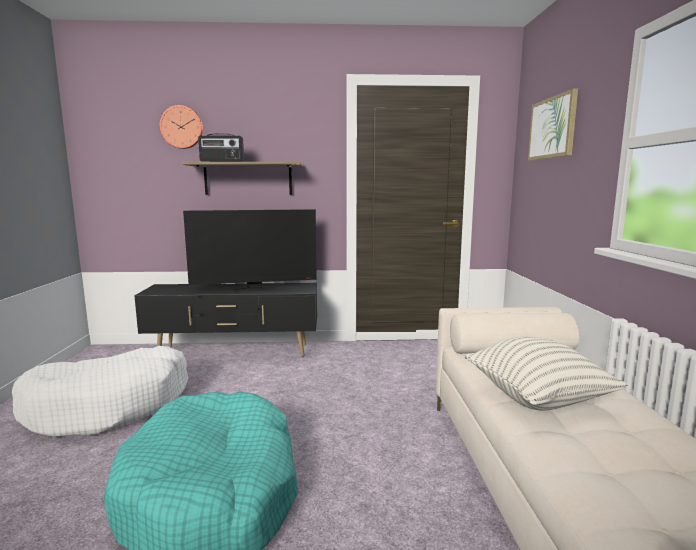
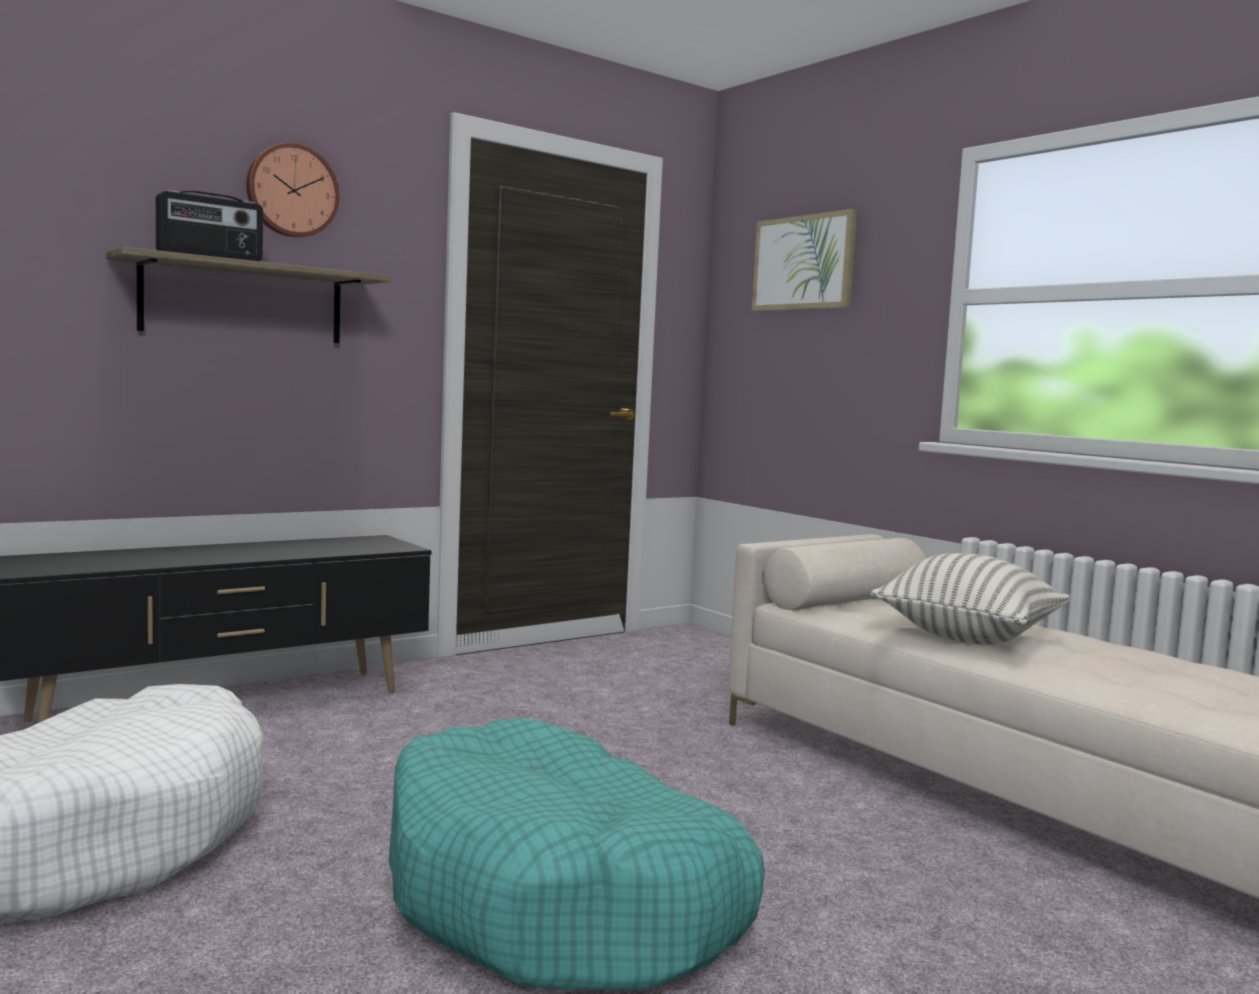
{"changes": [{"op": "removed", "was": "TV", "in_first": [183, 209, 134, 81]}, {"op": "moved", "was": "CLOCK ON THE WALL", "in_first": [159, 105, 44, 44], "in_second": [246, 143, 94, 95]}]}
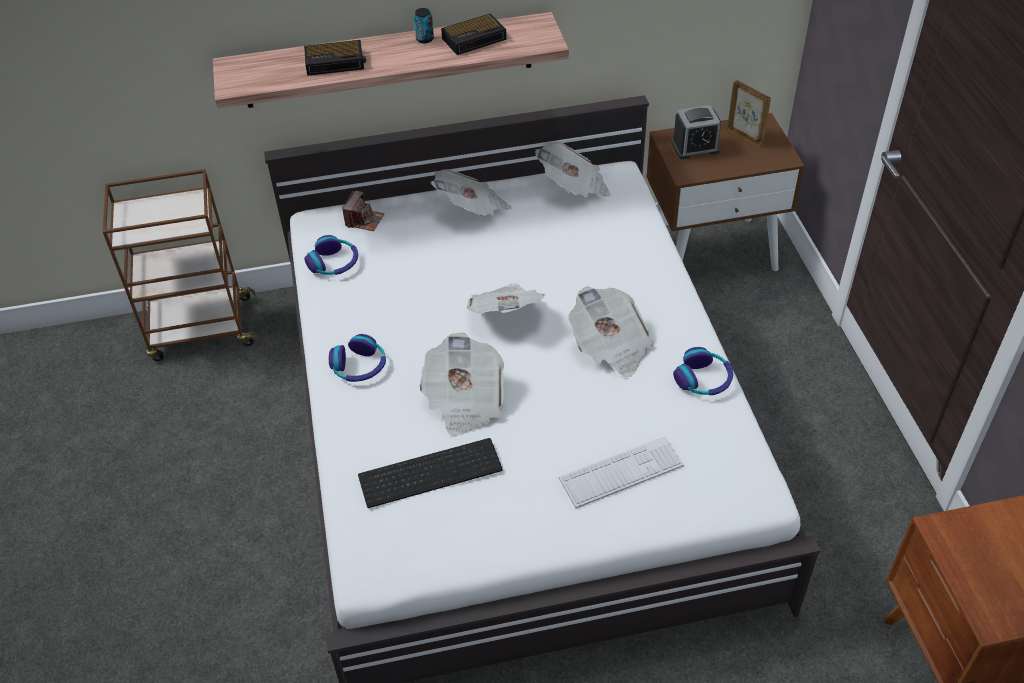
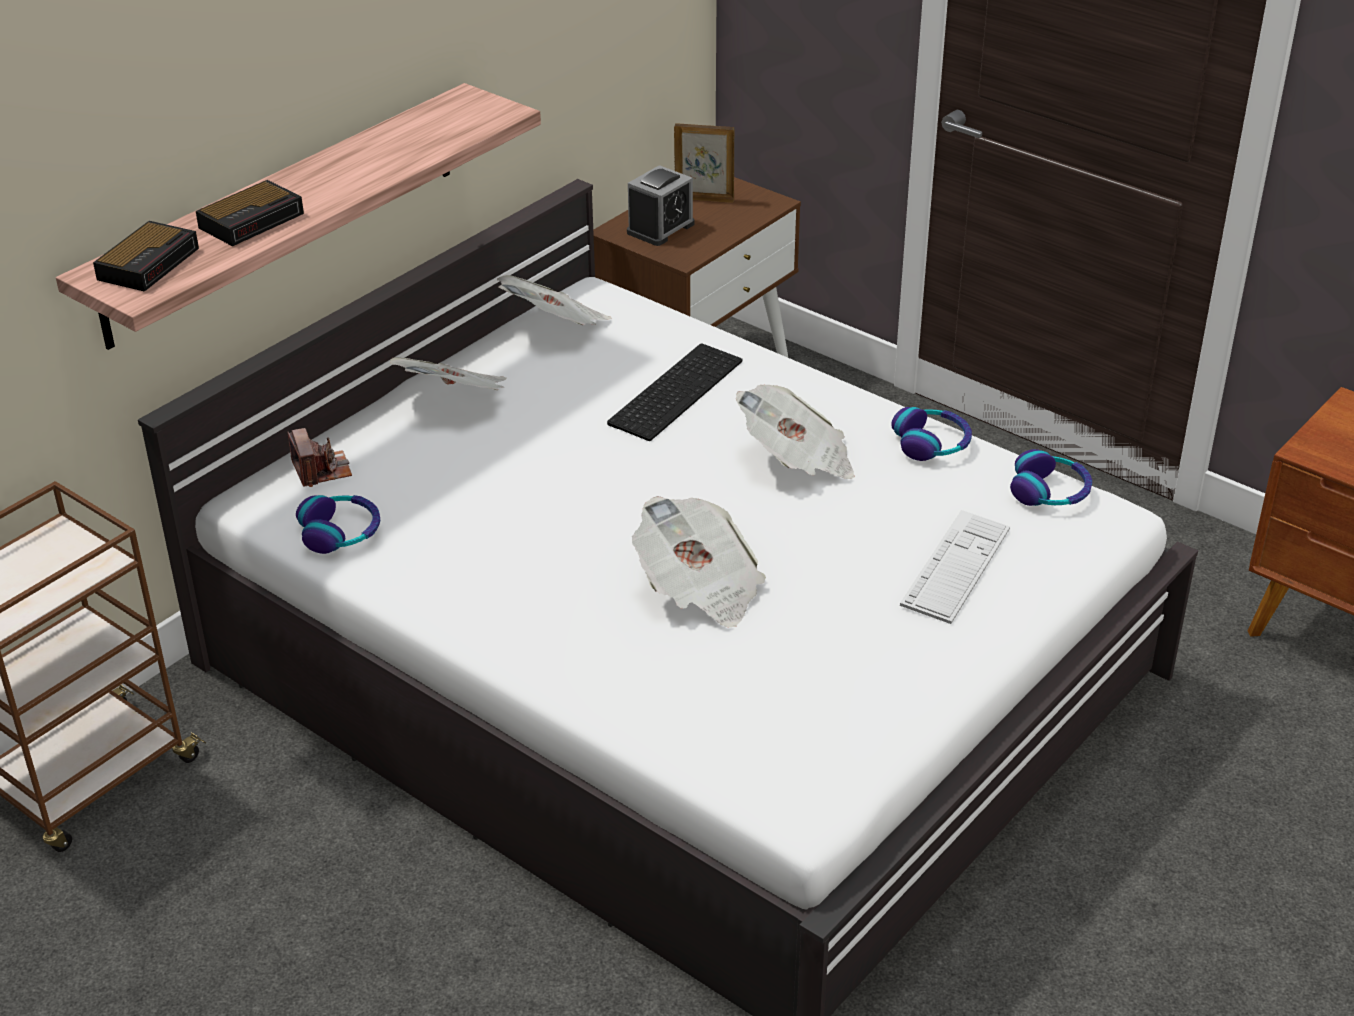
{"changes": [{"op": "removed", "was": "CAN", "in_first": [414, 8, 20, 35]}, {"op": "removed", "was": "NEWSPAPER", "in_first": [467, 284, 78, 29]}, {"op": "moved", "was": "PAIR OF HEADPHONES", "in_first": [329, 334, 57, 48], "in_second": [1010, 449, 82, 57]}, {"op": "moved", "was": "PC KEYBOARD", "in_first": [358, 438, 144, 70], "in_second": [607, 343, 135, 98]}, {"op": "moved", "was": "TABLE CLOCK", "in_first": [441, 13, 66, 42], "in_second": [93, 221, 106, 71]}]}
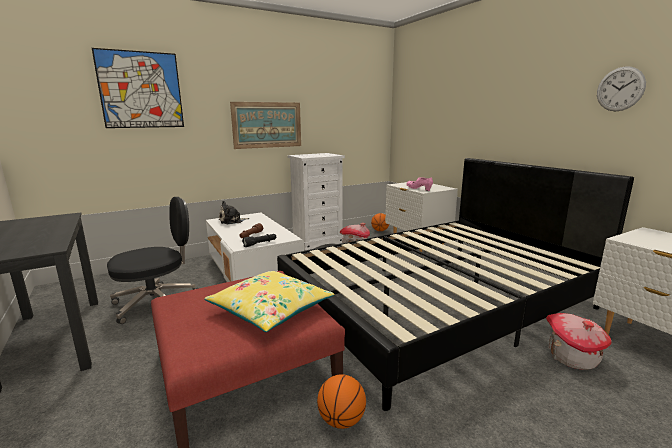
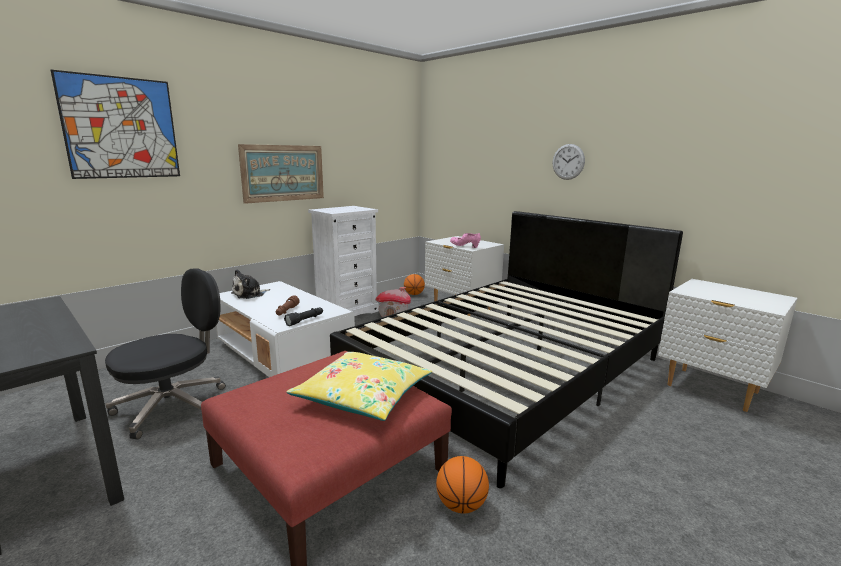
{"changes": [{"op": "removed", "was": "TOY HOUSE", "in_first": [546, 313, 66, 57]}, {"op": "moved", "was": "CLOCK ON THE WALL", "in_first": [597, 67, 49, 44], "in_second": [553, 144, 32, 36]}]}
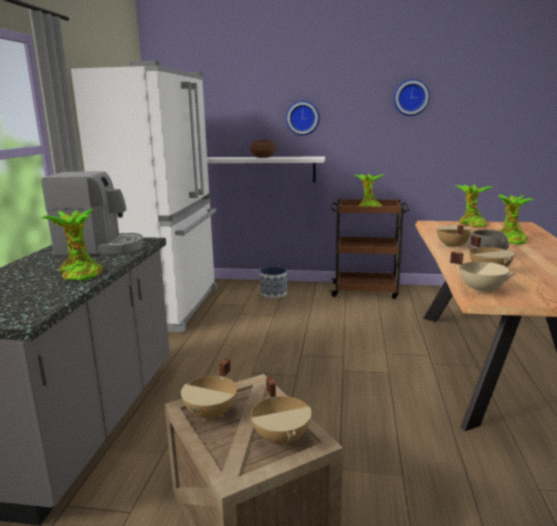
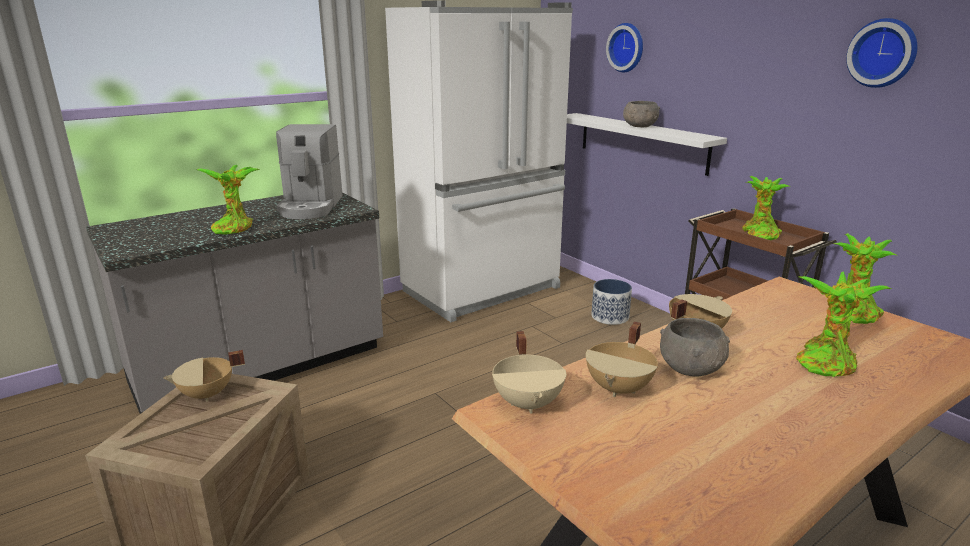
{"changes": [{"op": "removed", "was": "SAND-COLOURED SAUCEPOT", "in_first": [251, 377, 61, 70]}, {"op": "moved", "was": "CLOCK ON THE WALL", "in_first": [286, 101, 34, 34], "in_second": [606, 23, 37, 49]}, {"op": "recoloured", "was": "BROWN-COLOURED DEEP DISH", "now": "GREY DEEP DISH", "in_first": [250, 140, 26, 18], "in_second": [623, 101, 37, 26]}, {"op": "turned", "was": "COFFEE MACHINE", "in_first": [41, 171, 102, 85], "in_second": [276, 124, 67, 95], "clockwise": 45}]}
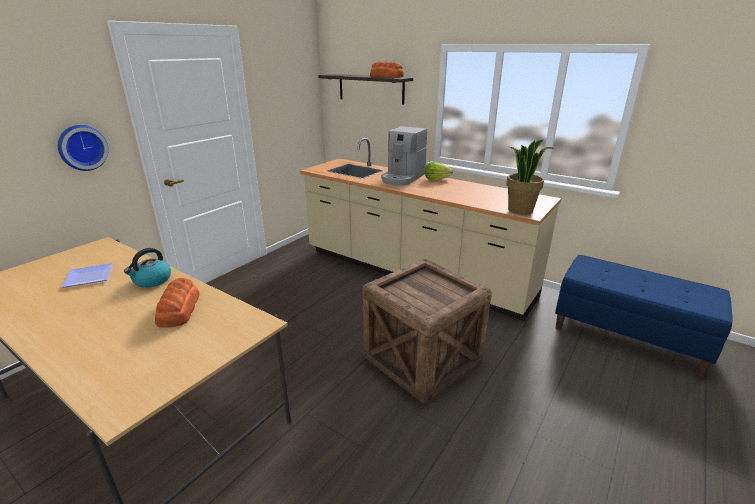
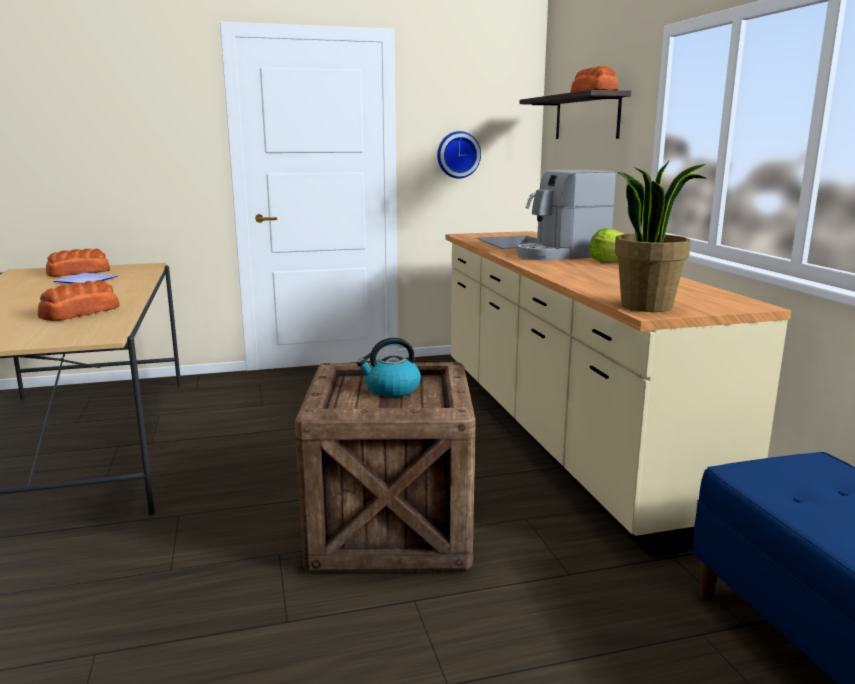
{"changes": [{"op": "added", "now": "BREAD", "in_second": [46, 249, 64, 28]}, {"op": "moved", "was": "CLOCK ON THE WALL", "in_first": [58, 125, 51, 46], "in_second": [437, 131, 44, 47]}, {"op": "moved", "was": "TEA KETTLE", "in_first": [124, 248, 47, 40], "in_second": [357, 338, 64, 59]}]}
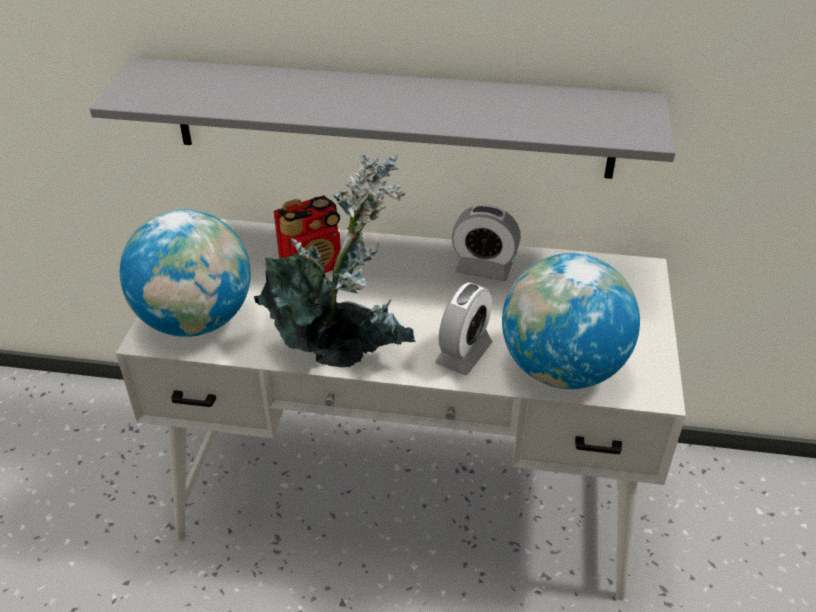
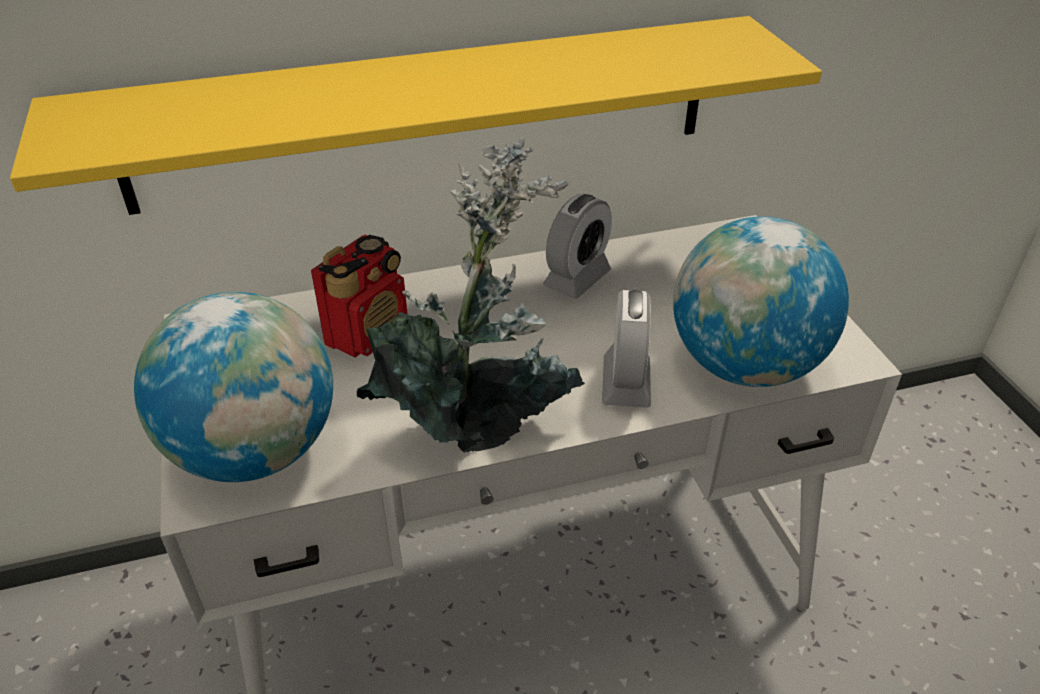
{"changes": [{"op": "recoloured", "was": "GREY BRACKET SHELF", "now": "YELLOWISH BRACKET SHELF", "in_first": [90, 58, 585, 121], "in_second": [10, 16, 812, 199]}, {"op": "turned", "was": "TABLE CLOCK", "in_first": [451, 205, 70, 76], "in_second": [543, 193, 69, 106], "clockwise": -45}]}
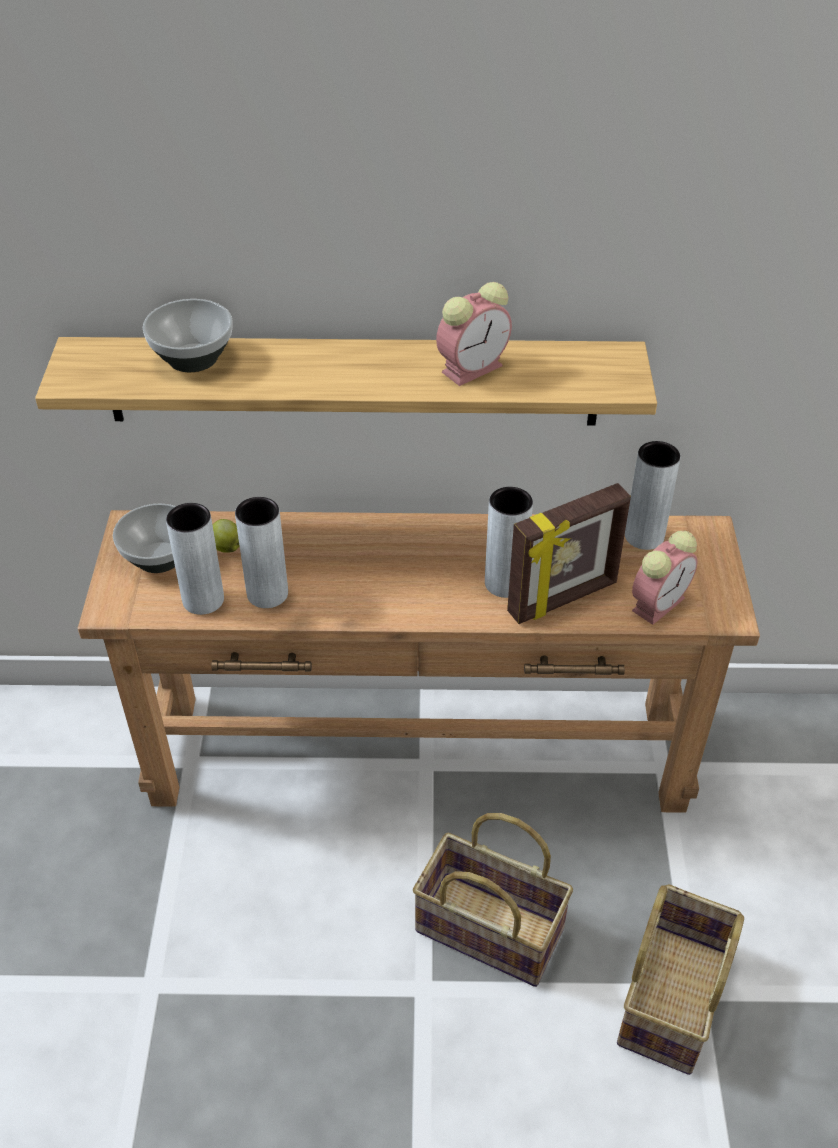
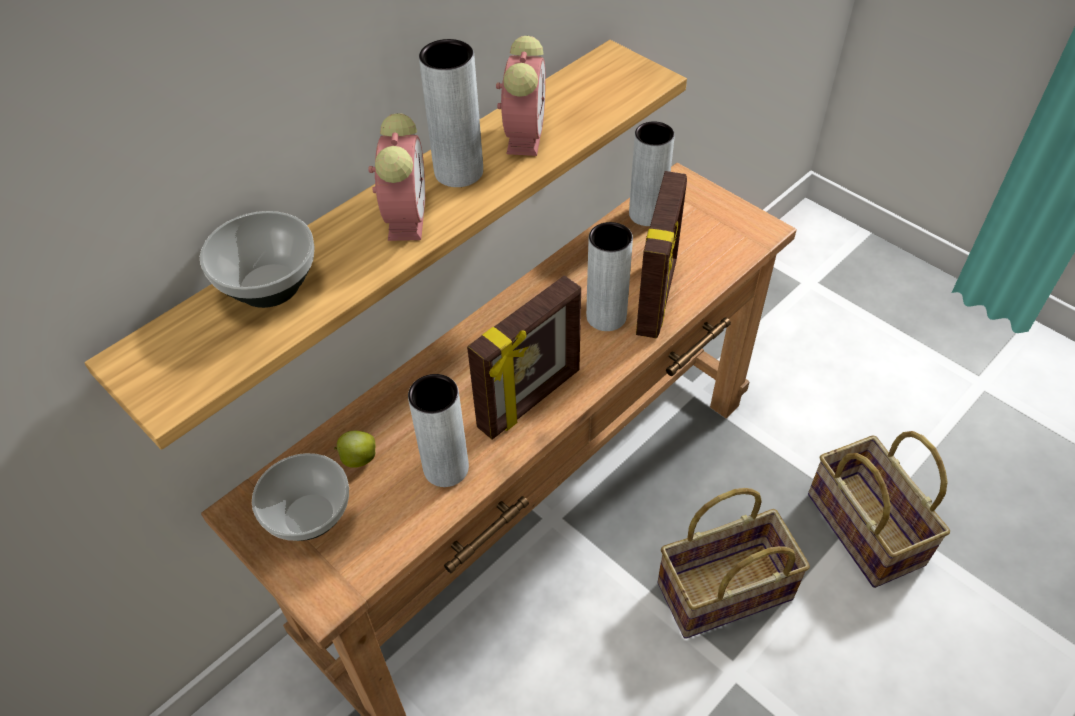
{"changes": [{"op": "added", "now": "PHOTO FRAME", "in_second": [467, 276, 114, 164]}, {"op": "moved", "was": "GREY FLOWER VASE", "in_first": [166, 503, 58, 112], "in_second": [419, 39, 64, 148]}, {"op": "moved", "was": "TABLE CLOCK", "in_first": [632, 531, 65, 94], "in_second": [368, 113, 57, 128]}]}
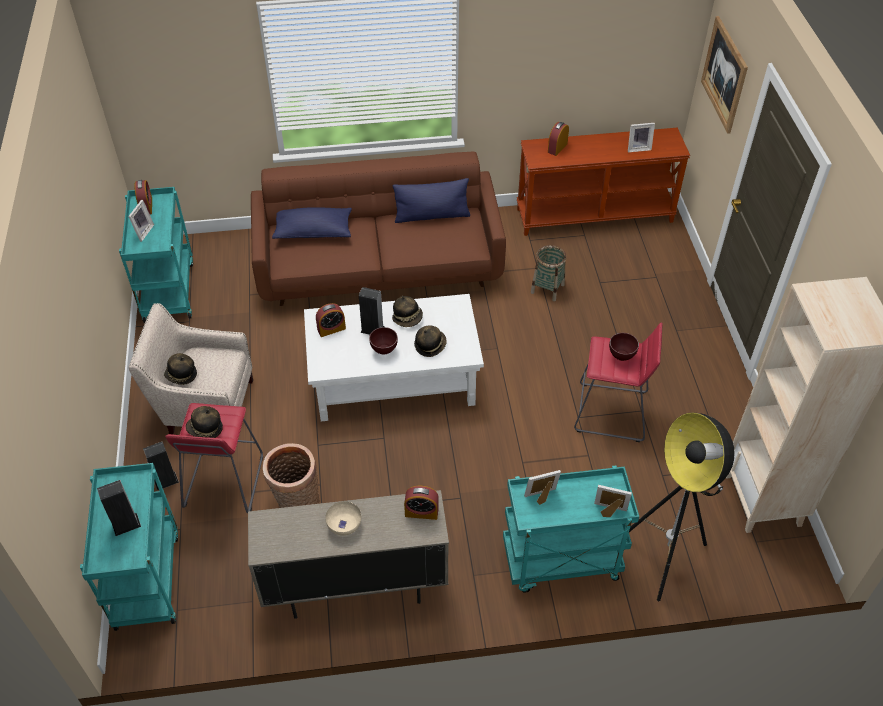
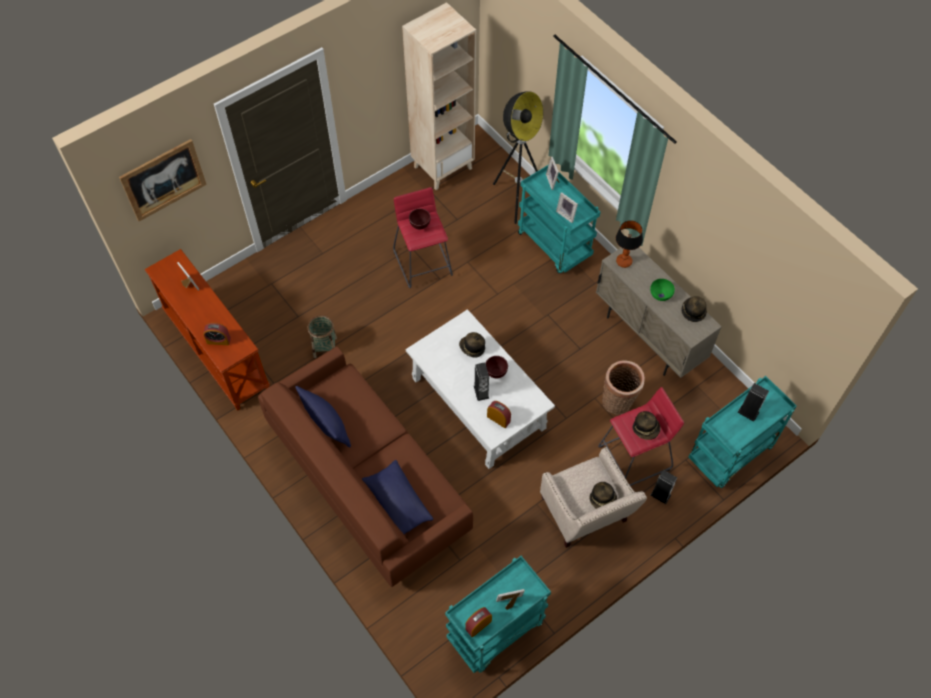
{"changes": [{"op": "moved", "was": "HAT", "in_first": [392, 296, 31, 31], "in_second": [682, 296, 25, 26]}, {"op": "replaced", "was": "TABLE CLOCK", "now": "TABLE LAMP", "in_first": [404, 486, 35, 34], "in_second": [616, 220, 27, 48]}, {"op": "recoloured", "was": "SAND-COLOURED DEEP DISH", "now": "GREEN-COLOURED DEEP DISH", "in_first": [325, 501, 36, 35], "in_second": [650, 279, 25, 22]}]}
